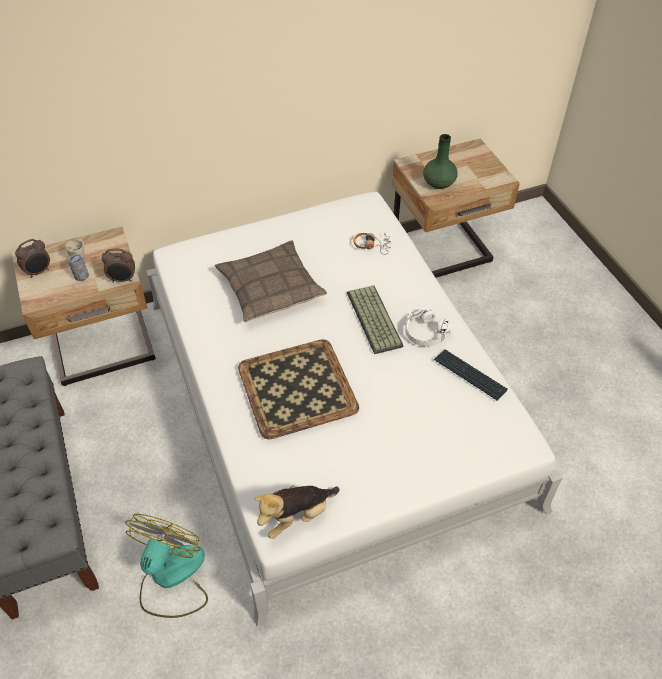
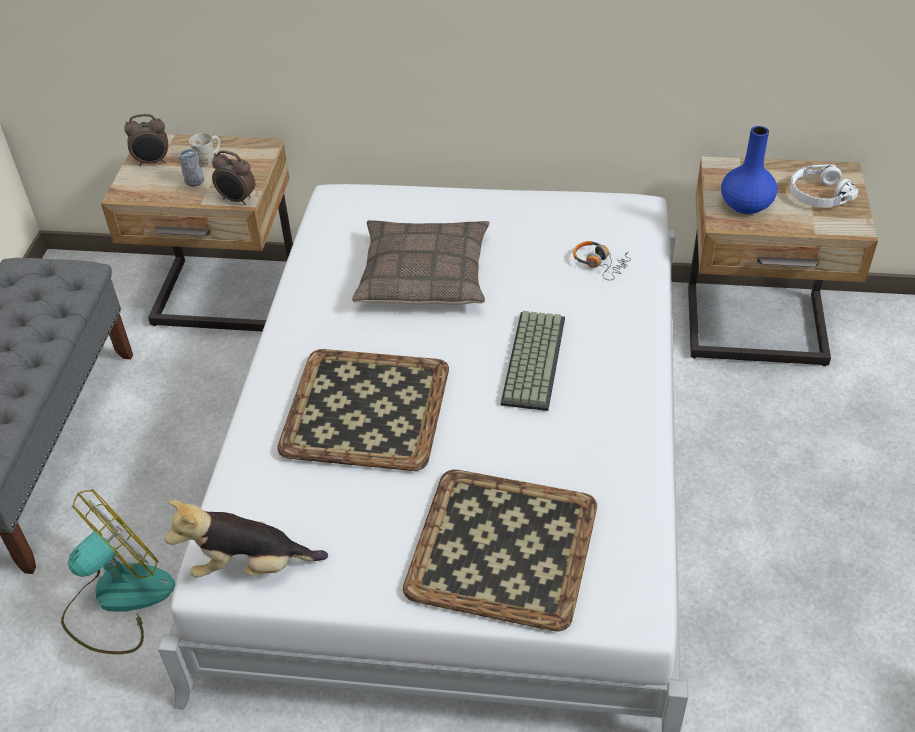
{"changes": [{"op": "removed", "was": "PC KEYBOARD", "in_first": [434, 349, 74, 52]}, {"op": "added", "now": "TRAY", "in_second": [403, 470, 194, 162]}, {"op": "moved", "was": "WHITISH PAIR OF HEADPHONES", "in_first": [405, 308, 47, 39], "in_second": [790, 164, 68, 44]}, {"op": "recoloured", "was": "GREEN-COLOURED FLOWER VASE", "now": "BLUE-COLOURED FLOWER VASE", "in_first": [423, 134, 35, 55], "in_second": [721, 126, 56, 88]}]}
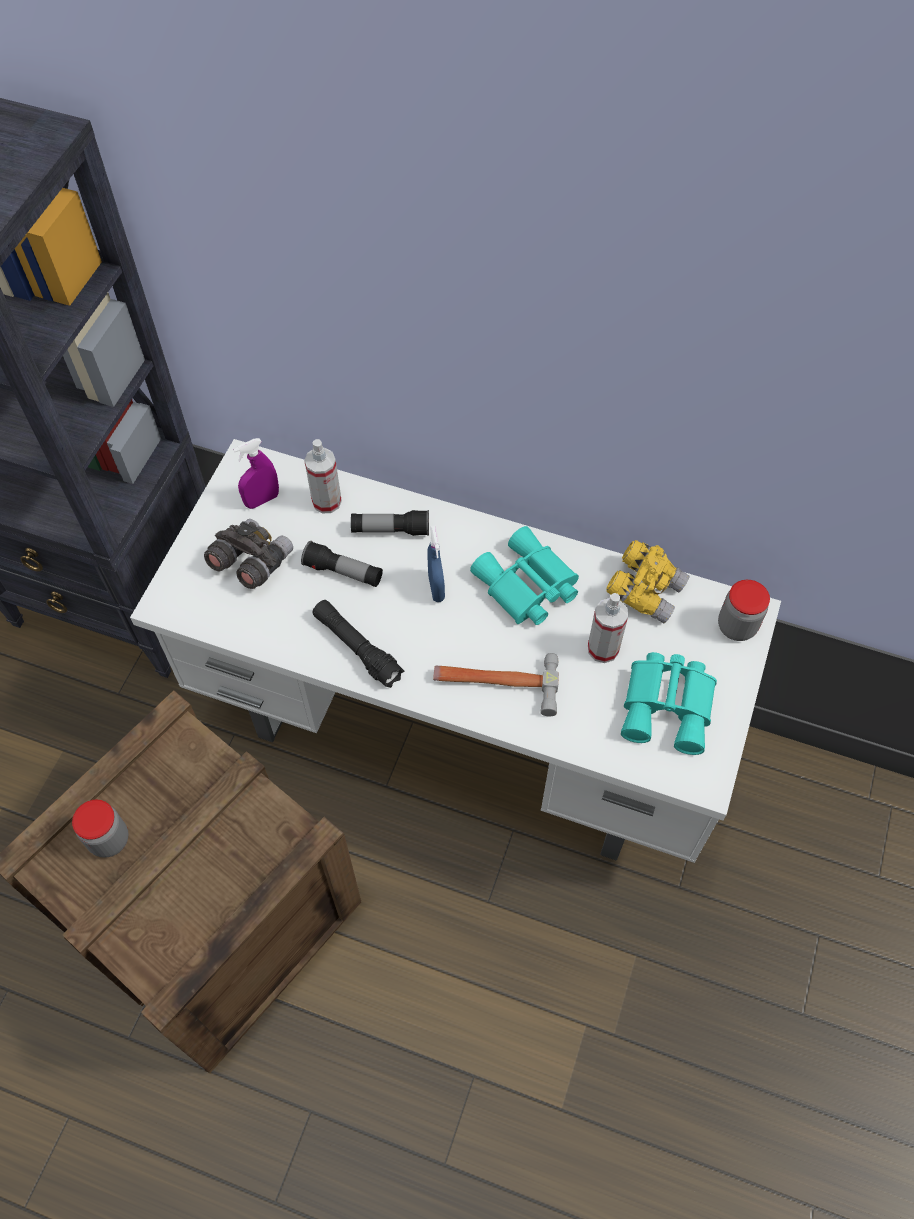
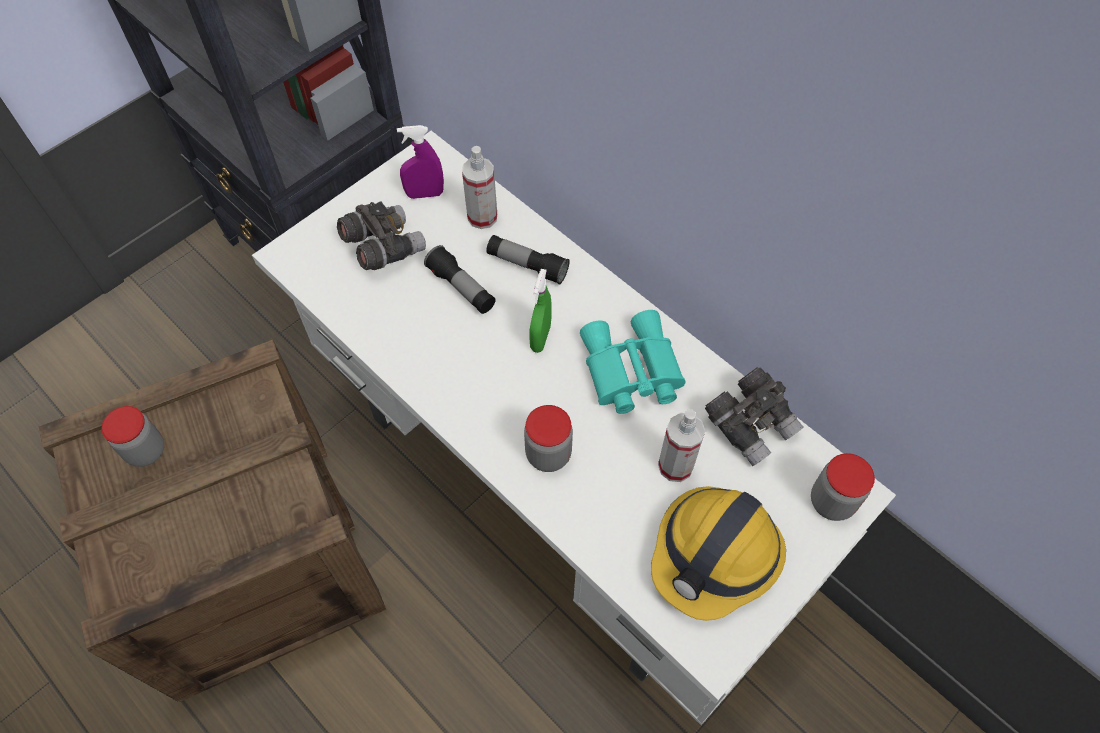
{"changes": [{"op": "removed", "was": "BLACK-COLOURED HAND TORCH", "in_first": [312, 600, 92, 88]}, {"op": "replaced", "was": "HAND HAMMER", "now": "STORAGE JAR", "in_first": [433, 653, 126, 63], "in_second": [524, 405, 49, 67]}, {"op": "replaced", "was": "TURQUOISE PAIR OF BINOCULARS", "now": "HARD HAT", "in_first": [621, 652, 96, 103], "in_second": [651, 486, 135, 135]}, {"op": "recoloured", "was": "BLUE-COLOURED SPRAYER", "now": "GREEN-COLOURED SPRAYER", "in_first": [427, 525, 18, 77], "in_second": [529, 269, 22, 84]}, {"op": "recoloured", "was": "YELLOWISH PAIR OF BINOCULARS", "now": "GREY PAIR OF BINOCULARS", "in_first": [606, 540, 84, 83], "in_second": [705, 367, 98, 99]}]}
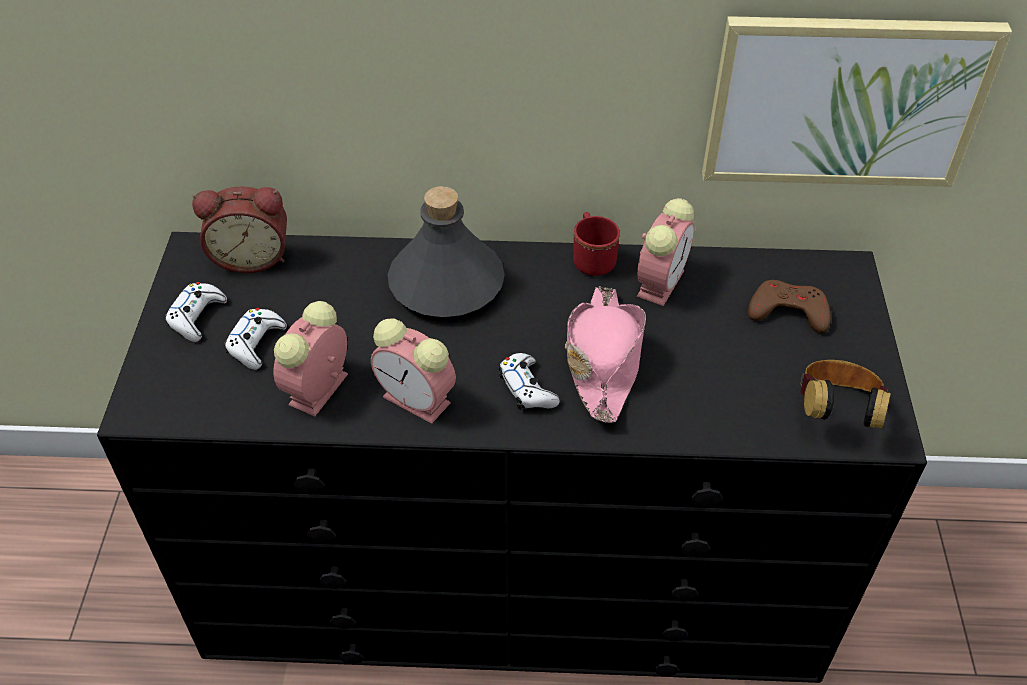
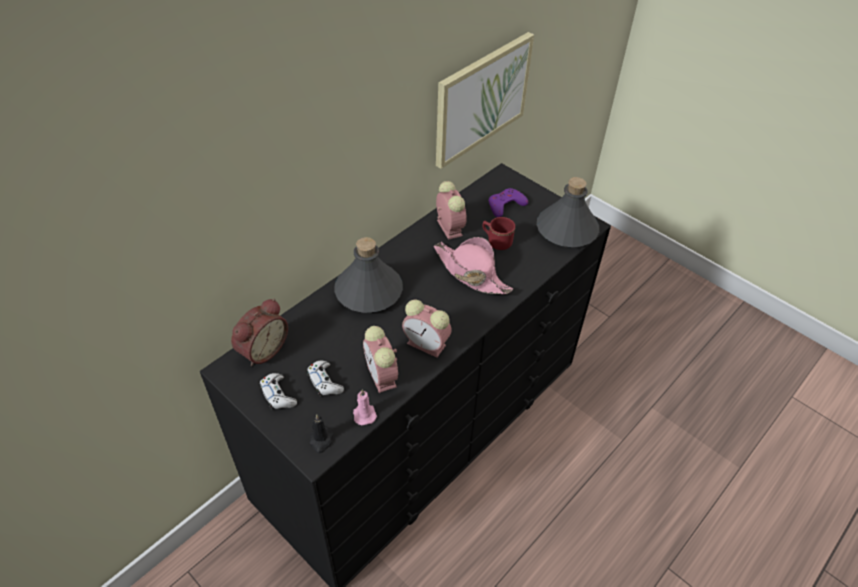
{"changes": [{"op": "removed", "was": "WHITISH GAMEPAD", "in_first": [499, 353, 61, 57]}, {"op": "added", "now": "BLACK-COLOURED WAX CANDLE", "in_second": [310, 414, 23, 39]}, {"op": "added", "now": "PINK-COLOURED WAX CANDLE", "in_second": [353, 389, 24, 36]}, {"op": "moved", "was": "REDDISH MUG", "in_first": [573, 212, 47, 64], "in_second": [483, 217, 32, 33]}, {"op": "replaced", "was": "PAIR OF HEADPHONES", "now": "GREY BOTTLE", "in_first": [800, 360, 91, 68], "in_second": [537, 177, 62, 70]}, {"op": "recoloured", "was": "BROWN-COLOURED GAMEPAD", "now": "PURPLE-COLOURED GAMEPAD", "in_first": [748, 280, 83, 53], "in_second": [489, 188, 39, 29]}, {"op": "turned", "was": "TABLE CLOCK", "in_first": [371, 318, 85, 106], "in_second": [402, 299, 50, 59], "clockwise": 45}]}
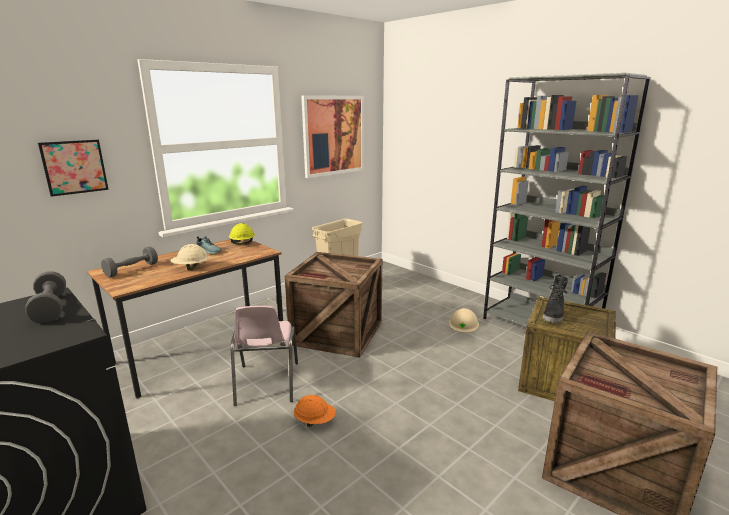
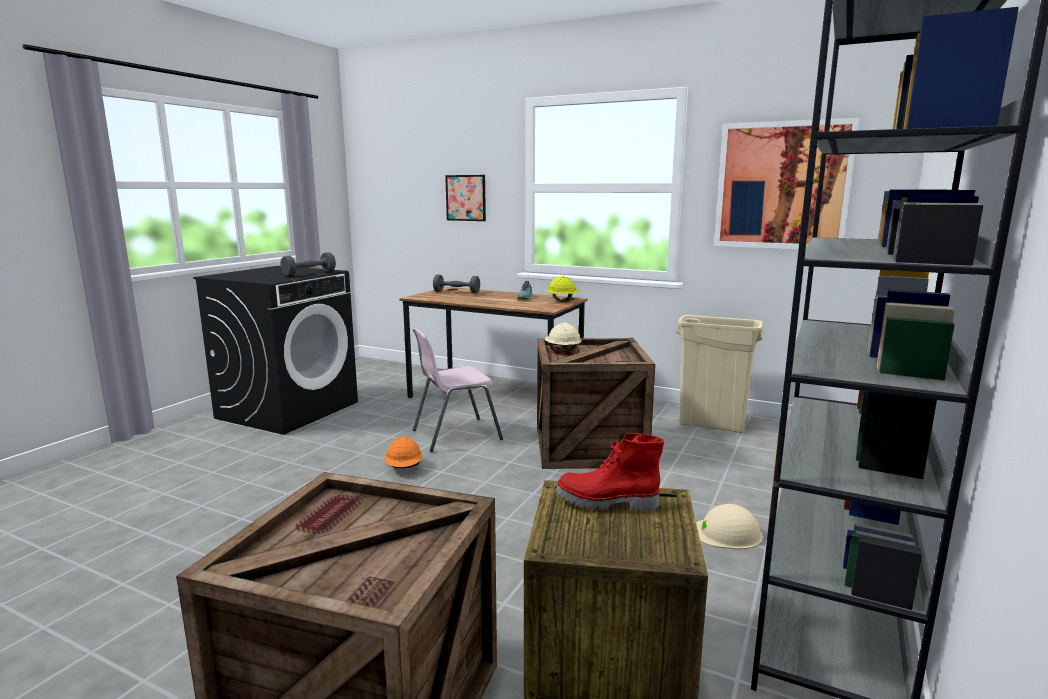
{"changes": [{"op": "moved", "was": "SAND-COLOURED HARD HAT", "in_first": [170, 244, 39, 26], "in_second": [545, 323, 36, 29]}, {"op": "recoloured", "was": "BLACK-COLOURED BOOT", "now": "REDDISH BOOT", "in_first": [543, 275, 25, 48], "in_second": [555, 433, 109, 78]}]}
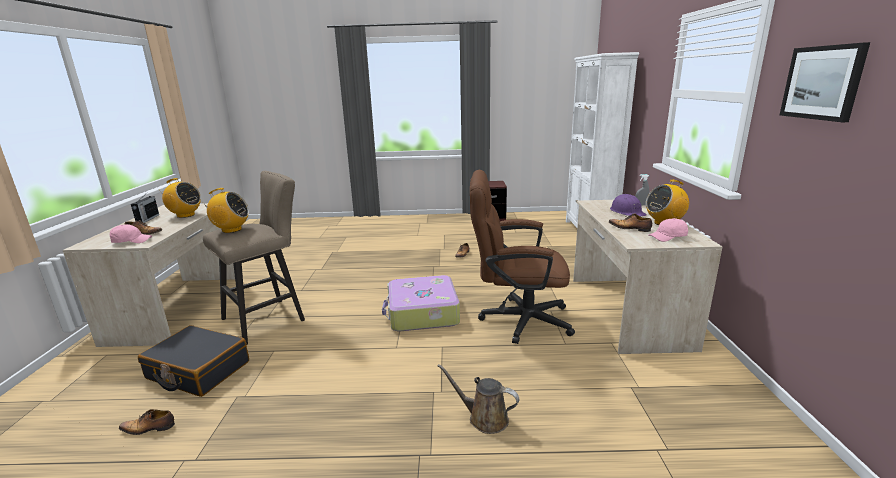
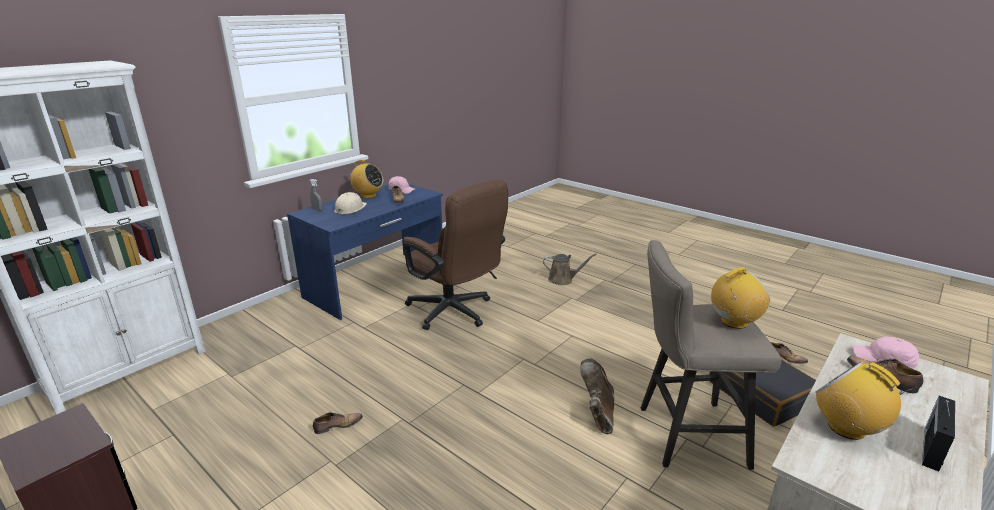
{"changes": [{"op": "removed", "was": "SUITCASE", "in_first": [382, 275, 78, 56]}, {"op": "removed", "was": "WALL PICTURE", "in_first": [780, 42, 90, 80]}, {"op": "added", "now": "BROWN-COLOURED BOOT", "in_second": [580, 358, 34, 76]}, {"op": "recoloured", "was": "SAND-COLOURED DESK TABLE", "now": "BLUE-COLOURED DESK TABLE", "in_first": [573, 200, 150, 154], "in_second": [287, 184, 156, 136]}, {"op": "recoloured", "was": "PURPLE-COLOURED HARD HAT", "now": "SAND-COLOURED HARD HAT", "in_first": [610, 194, 37, 23], "in_second": [334, 192, 33, 22]}, {"op": "turned", "was": "RADIO RECEIVER", "in_first": [205, 188, 44, 45], "in_second": [711, 267, 59, 62], "clockwise": 120}, {"op": "turned", "was": "BROWN-COLOURED WATERING POT", "in_first": [438, 364, 81, 70], "in_second": [543, 253, 54, 32], "clockwise": -60}]}
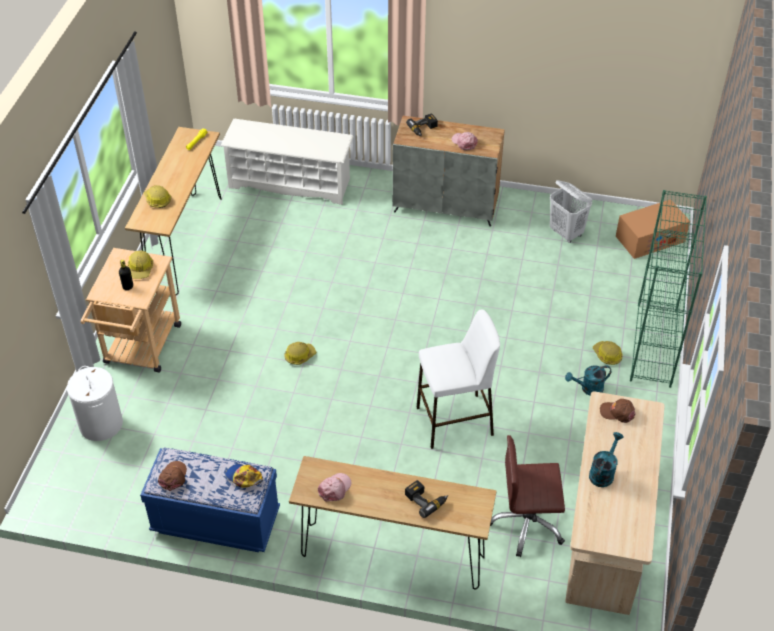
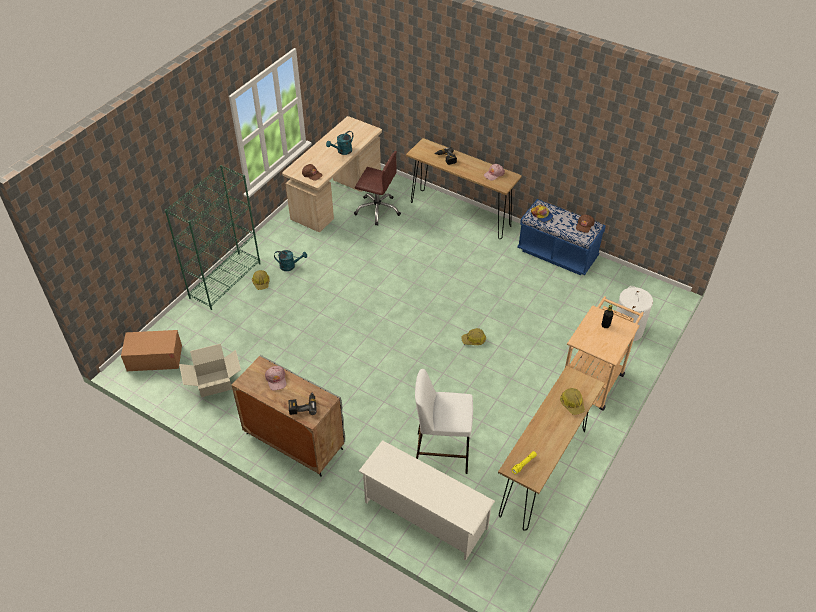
{"changes": [{"op": "removed", "was": "HARD HAT", "in_first": [128, 251, 25, 28]}, {"op": "moved", "was": "WHITISH STOOL SEAT", "in_first": [417, 310, 83, 139], "in_second": [415, 369, 58, 105]}, {"op": "replaced", "was": "WHITISH LAUNDRY BASKET", "now": "CARDBOARD BOX", "in_first": [550, 180, 43, 63], "in_second": [179, 344, 62, 53]}]}
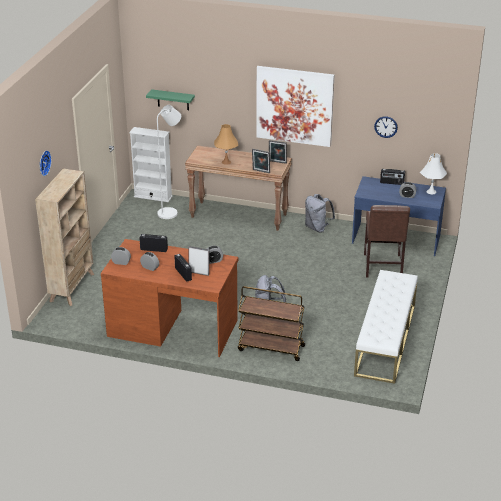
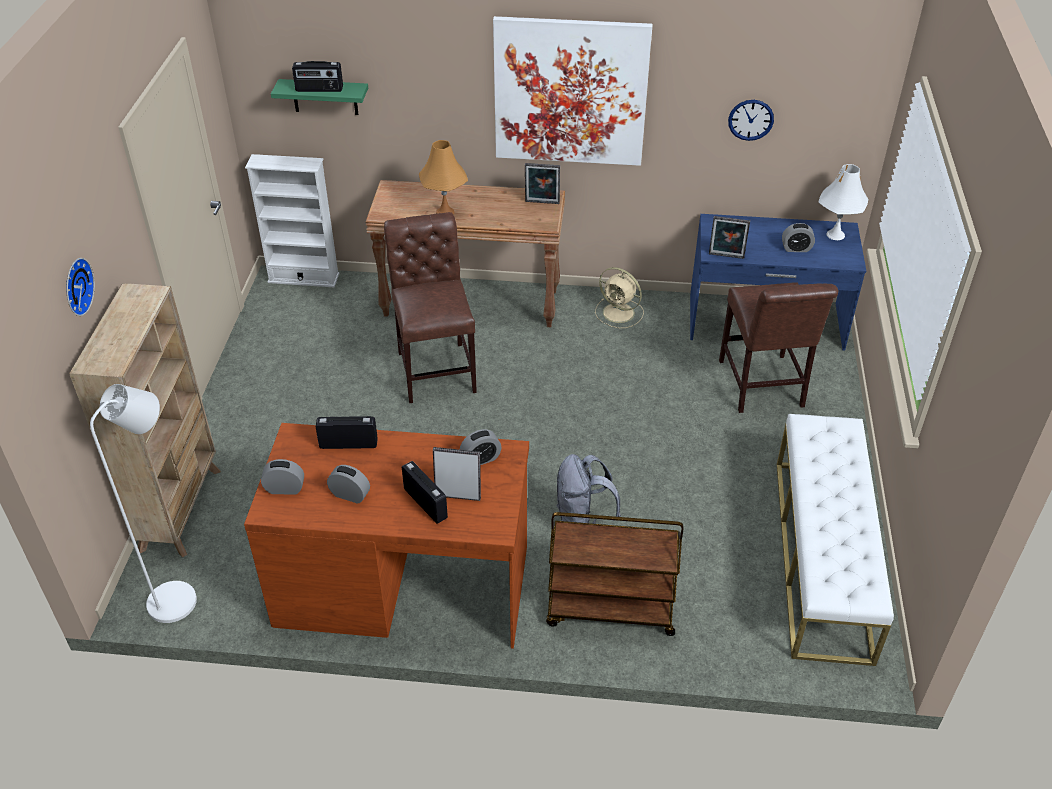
{"changes": [{"op": "added", "now": "BROWN-COLOURED UPRIGHT CHAIR", "in_second": [384, 212, 93, 191]}, {"op": "moved", "was": "WHITISH FLOOR LAMP", "in_first": [157, 105, 24, 114], "in_second": [90, 384, 107, 239]}, {"op": "moved", "was": "PHOTO FRAME", "in_first": [252, 149, 18, 24], "in_second": [709, 216, 41, 43]}, {"op": "moved", "was": "RADIO RECEIVER", "in_first": [380, 169, 25, 16], "in_second": [292, 61, 51, 31]}, {"op": "replaced", "was": "GREY KNAPSACK", "now": "SAND-COLOURED FAN", "in_first": [305, 194, 30, 39], "in_second": [595, 267, 49, 61]}]}
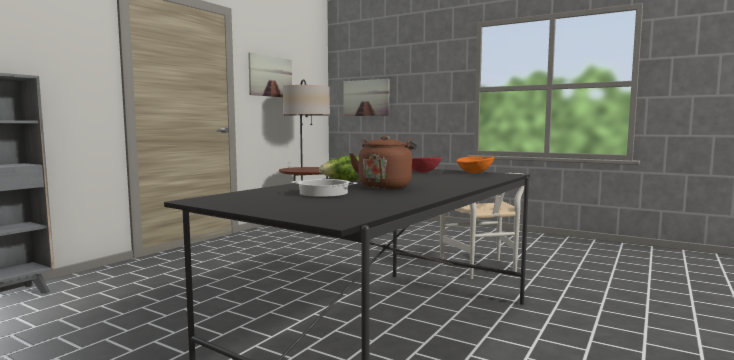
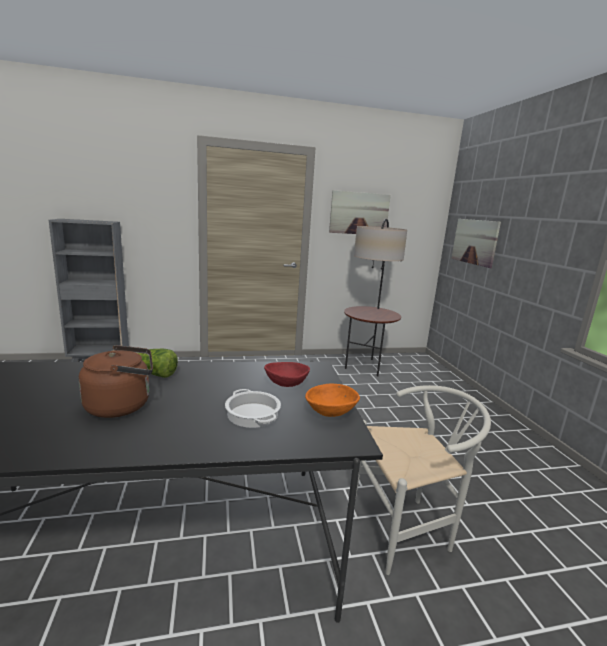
{"changes": [{"op": "moved", "was": "SAUCEPOT", "in_first": [291, 179, 66, 18], "in_second": [225, 389, 56, 39]}, {"op": "turned", "was": "WHITISH UPRIGHT CHAIR", "in_first": [440, 173, 84, 106], "in_second": [355, 385, 136, 190], "clockwise": -135}]}
